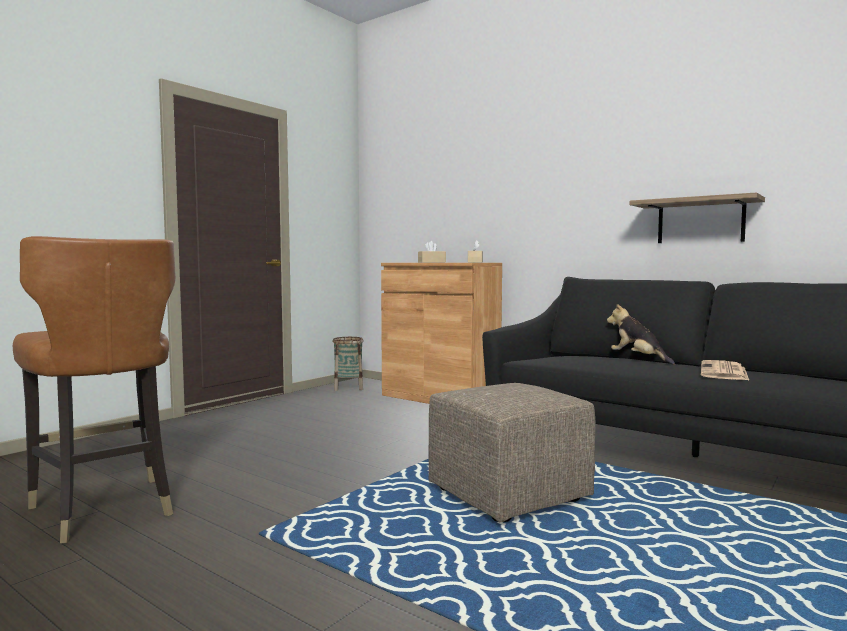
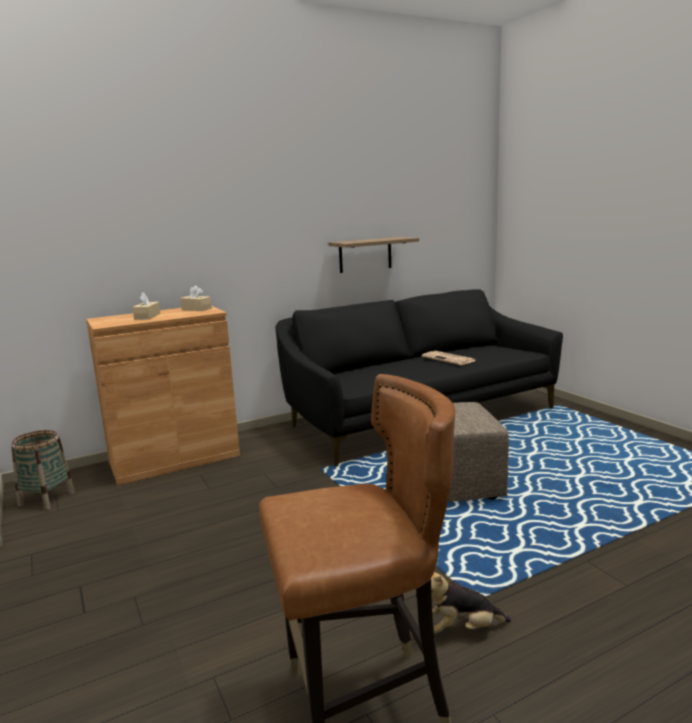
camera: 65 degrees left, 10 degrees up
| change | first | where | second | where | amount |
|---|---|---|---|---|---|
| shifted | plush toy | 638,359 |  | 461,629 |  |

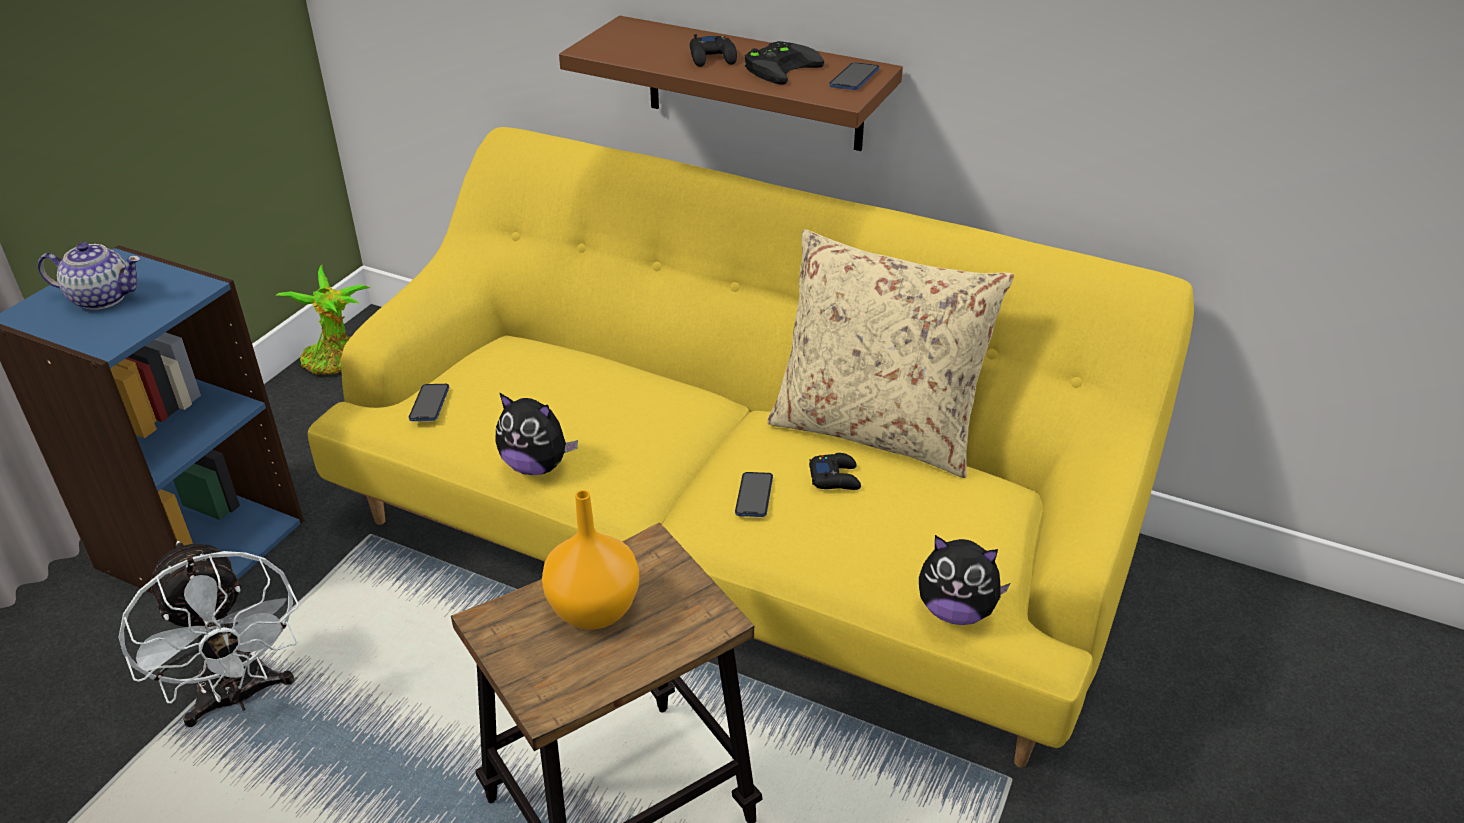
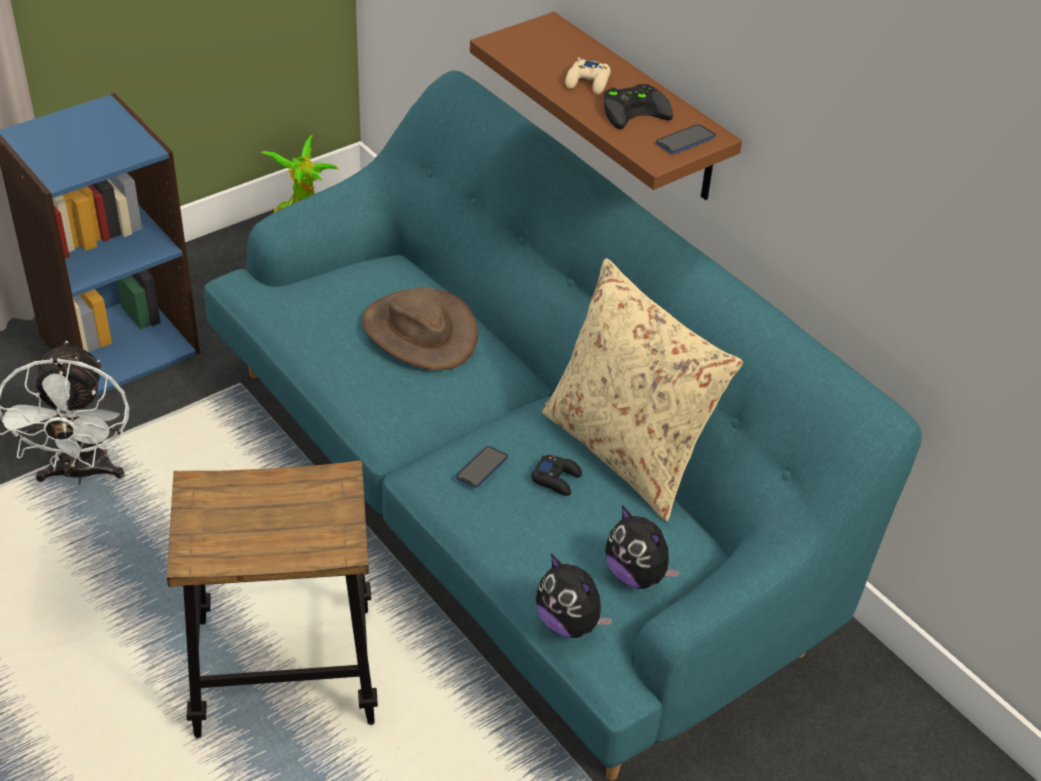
camera: 25 degrees right, 5 degrees up
| change | first | where | second | where | amount |
|---|---|---|---|---|---|
| repainted | yellow sofa | 732,539 | turquoise sofa | 514,499 |  |
| new |  |  | brown hat | 419,332 |  |
| repainted | black game controller | 713,58 | beige game controller | 588,82 |  |
| shifted | plush toy | 536,466 |  | 637,575 |  |
| gone | teapot | 102,298 |  |  |  |
| gone | phone | 429,404 |  |  |  |
| gone | orange vase | 593,611 |  |  |  |

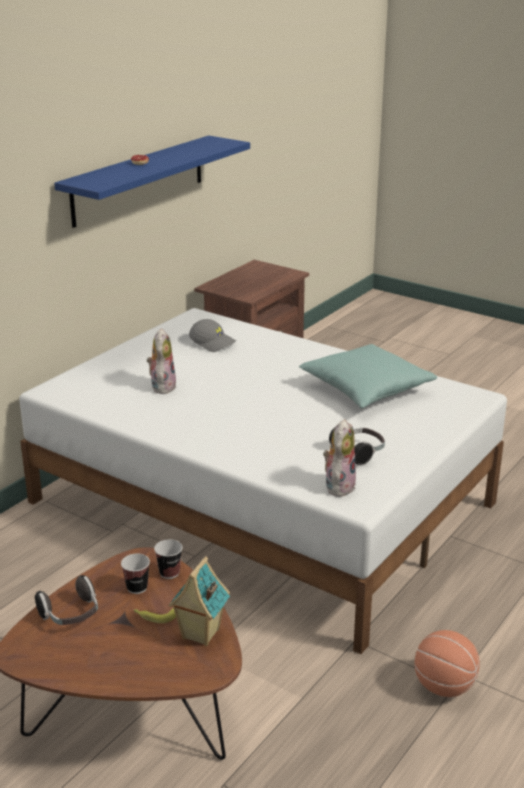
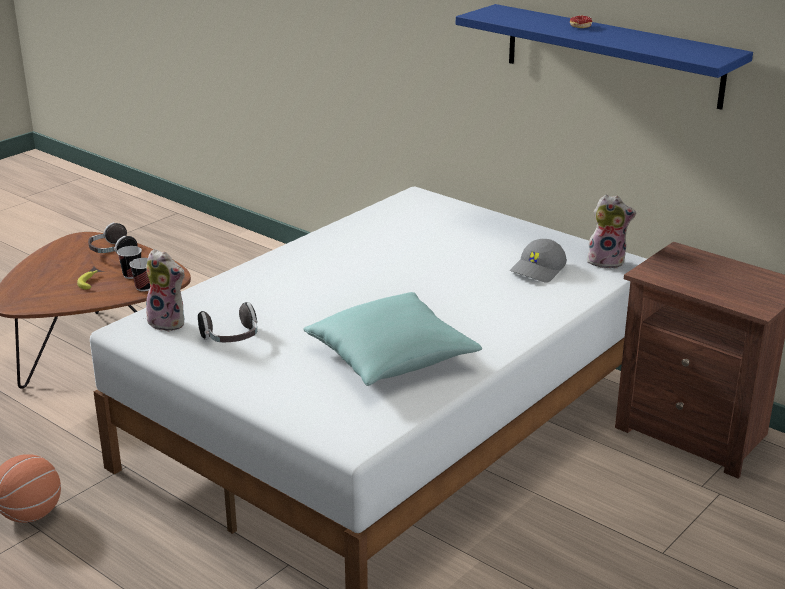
camera: 95 degrees right, 0 degrees up
| change | first | where | second | where | amount |
|---|---|---|---|---|---|
| shifted | plush toy | 162,386 |  | 607,261 |  |
| gone | toy house | 199,634 |  |  |  |

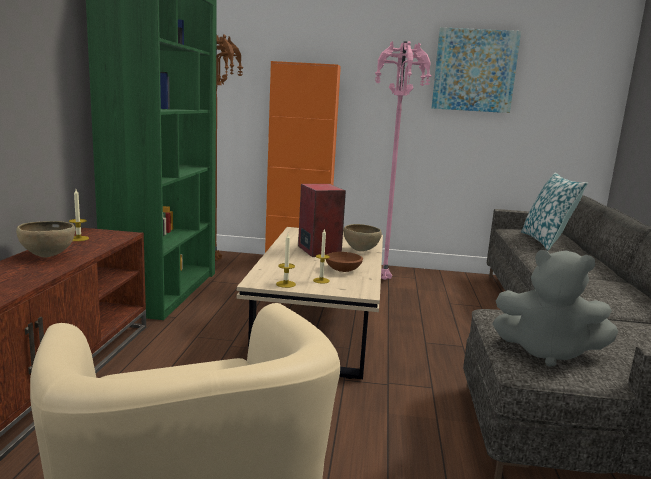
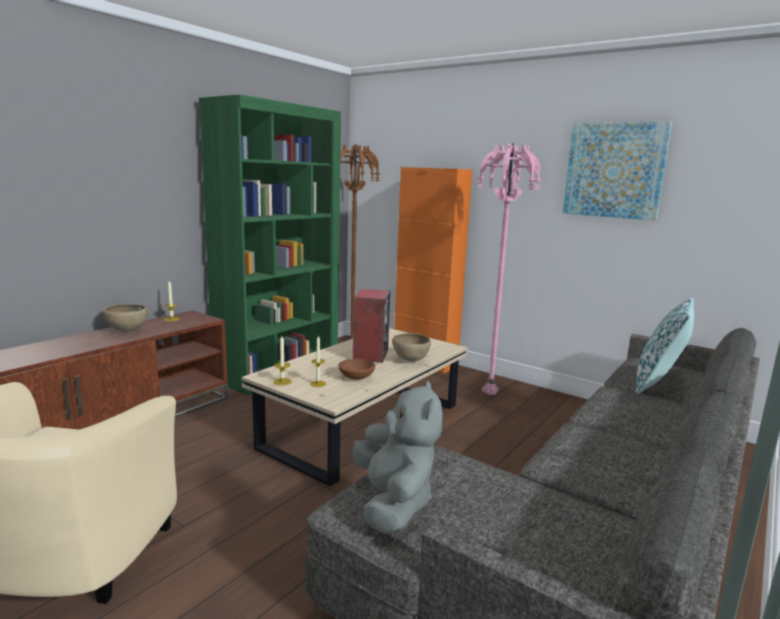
camera: 30 degrees right, 0 degrees up
| change | first | where | second | where | amount |
|---|---|---|---|---|---|
| rotated | grey plush toy | 547,352 |  | 393,503 | 150 degrees counterclockwise |

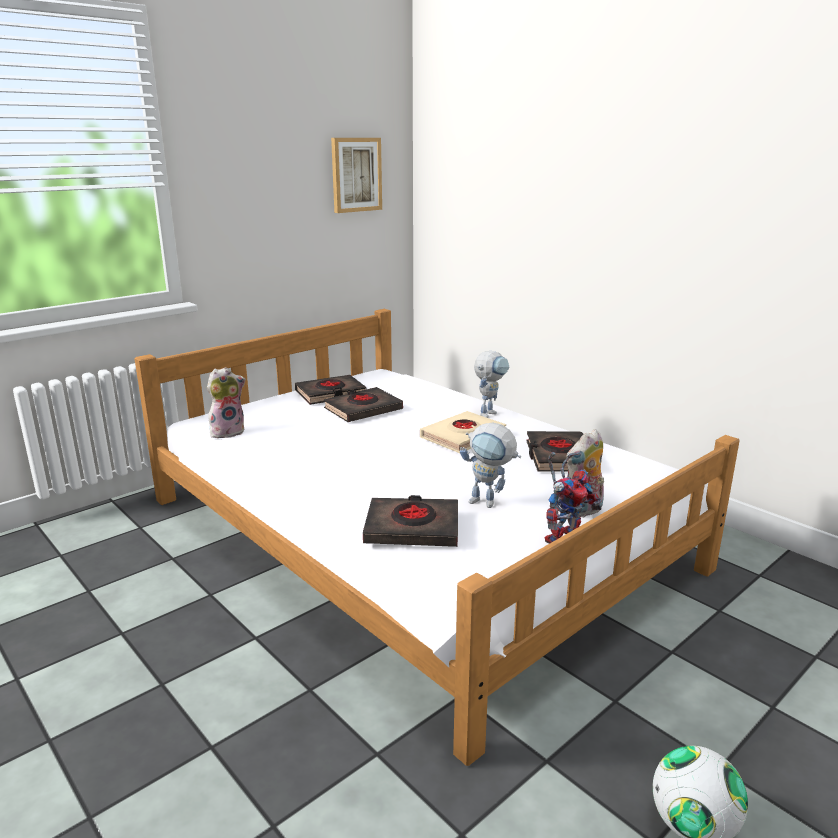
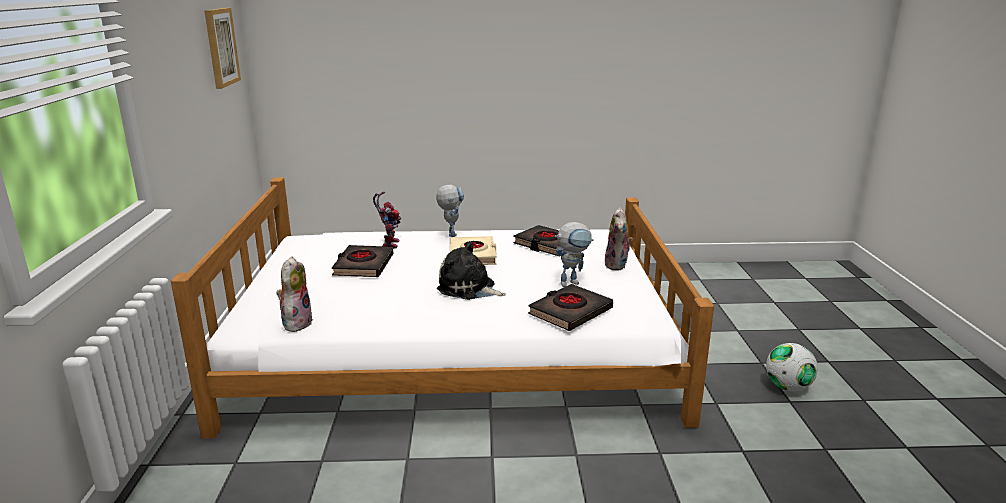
camera: 50 degrees left, 0 degrees up
| change | first | where | second | where | amount |
|---|---|---|---|---|---|
| shifted | toy robot | 564,537 |  | 389,243 |  |
| new |  |  | plush toy | 469,289 |  |
| gone | black book | 330,394 |  |  |  |

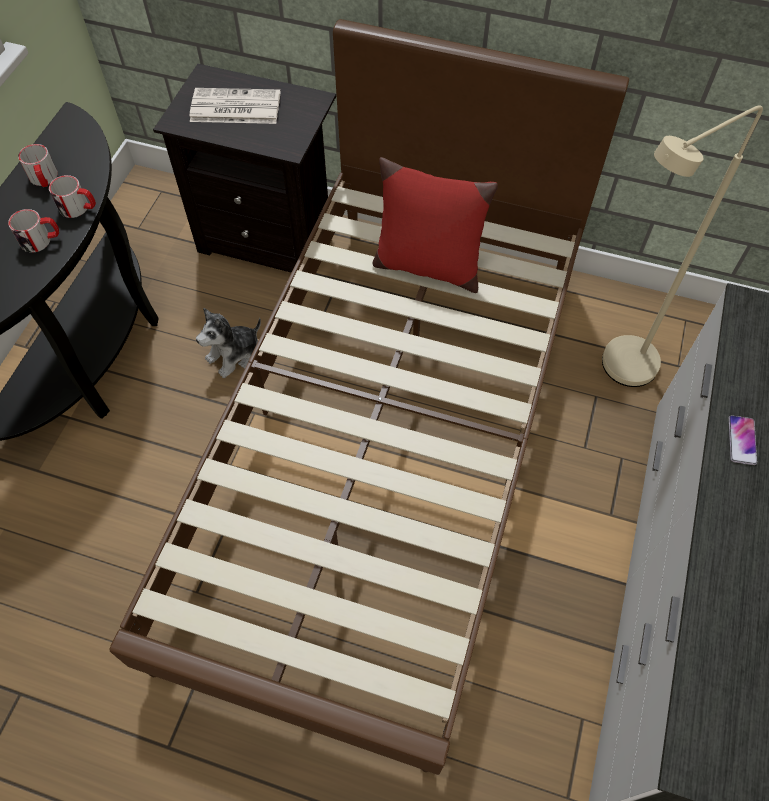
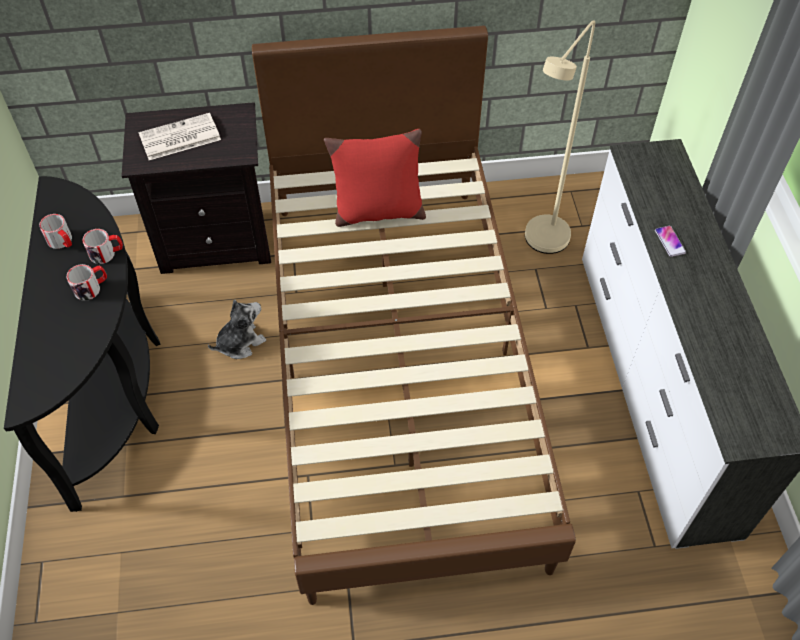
camera: 25 degrees left, 5 degrees down
| change | first | where | second | where | amount |
|---|---|---|---|---|---|
| rotated | plush toy | 234,355 |  | 240,342 | 150 degrees counterclockwise |

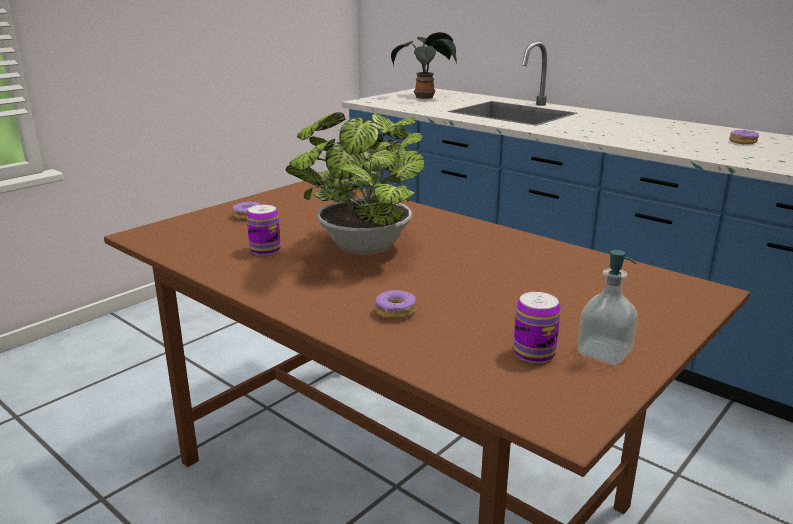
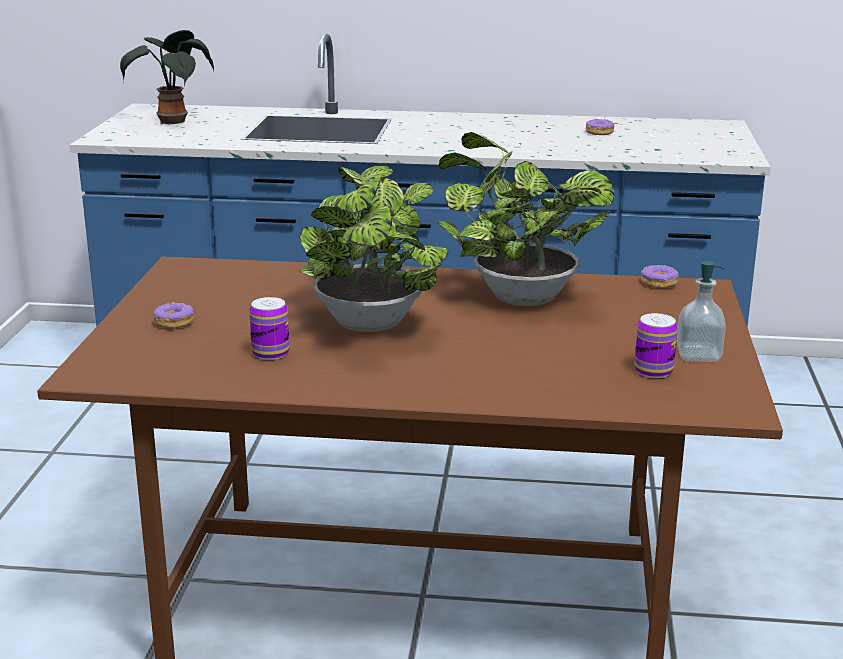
camera: 35 degrees left, 0 degrees up
| change | first | where | second | where | amount |
|---|---|---|---|---|---|
| new |  |  | potted plant | 517,296 |  |
| shifted | donut | 395,312 |  | 659,283 |  |

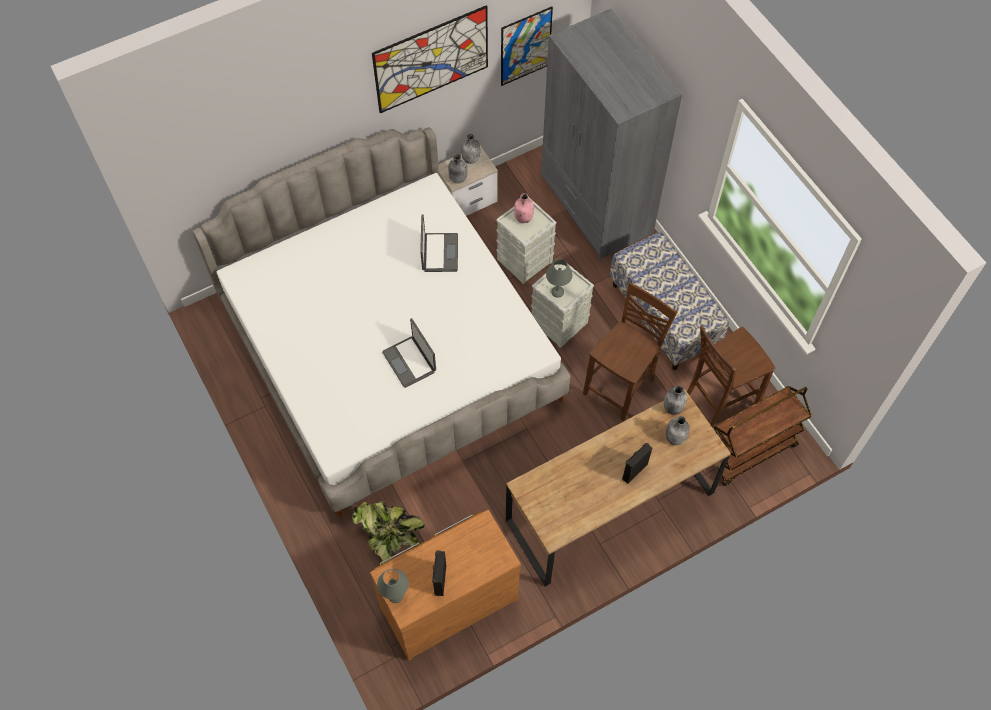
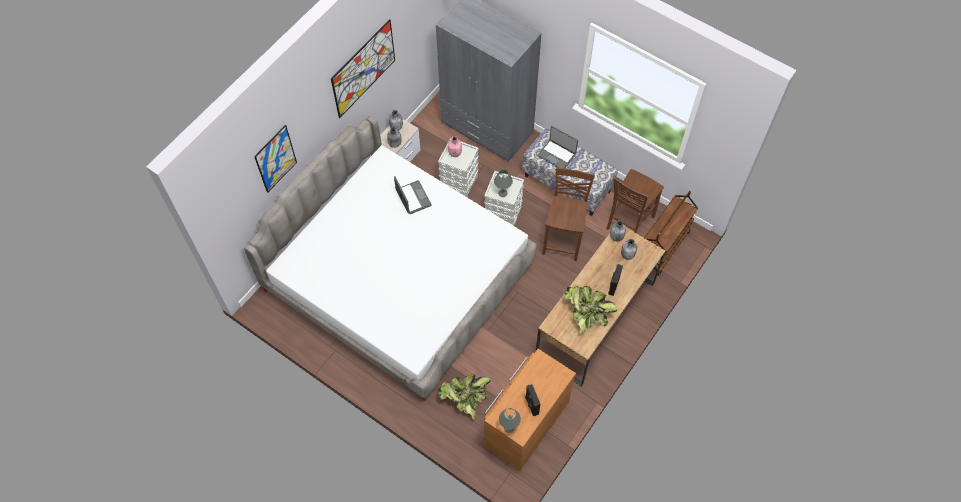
camera: 25 degrees left, 0 degrees up
| change | first | where | second | where | amount |
|---|---|---|---|---|---|
| shifted | picture | 525,46 |  | 275,159 |  |
| shifted | laptop | 410,361 |  | 557,154 |  |
| new |  |  | potted plant | 586,315 |  |

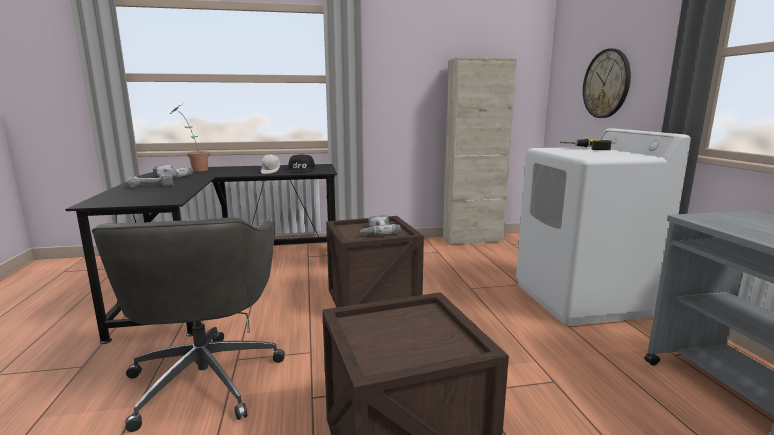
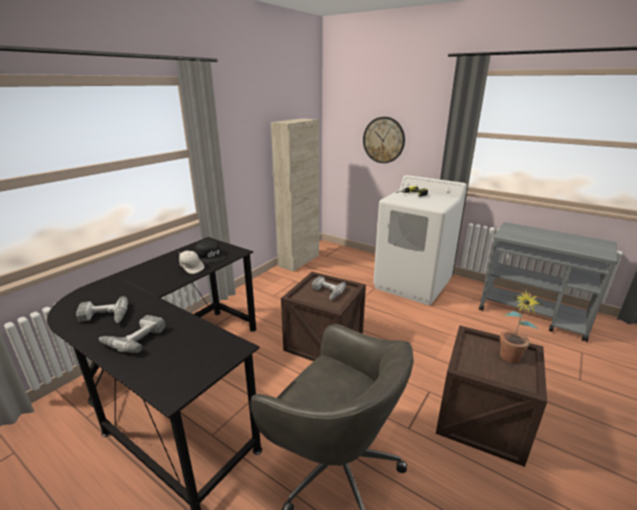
camera: 45 degrees left, 10 degrees up
| change | first | where | second | where | amount |
|---|---|---|---|---|---|
| shifted | potted plant | 194,170 |  | 509,360 |  |

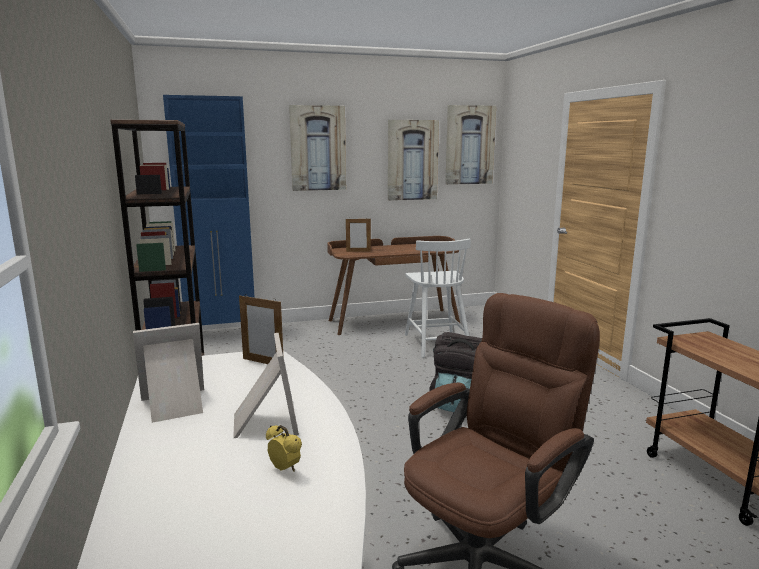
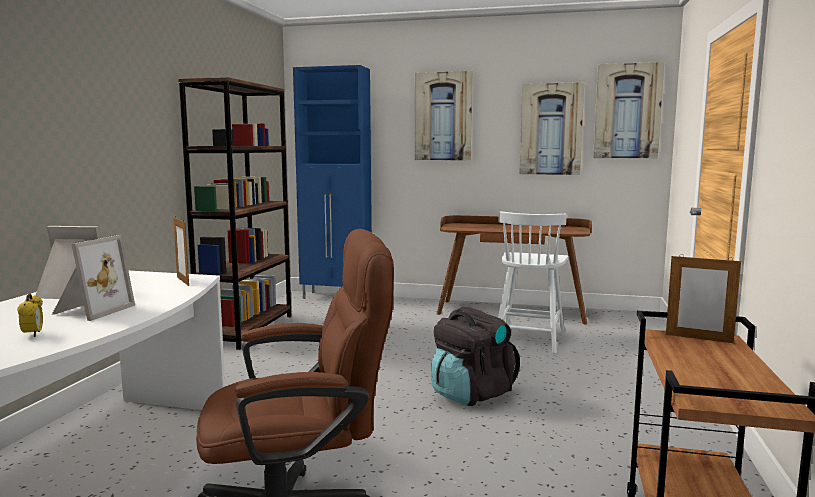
camera: 30 degrees right, 5 degrees down
| change | first | where | second | where | amount |
|---|---|---|---|---|---|
| shifted | picture frame | 358,251 |  | 698,338 |  |

